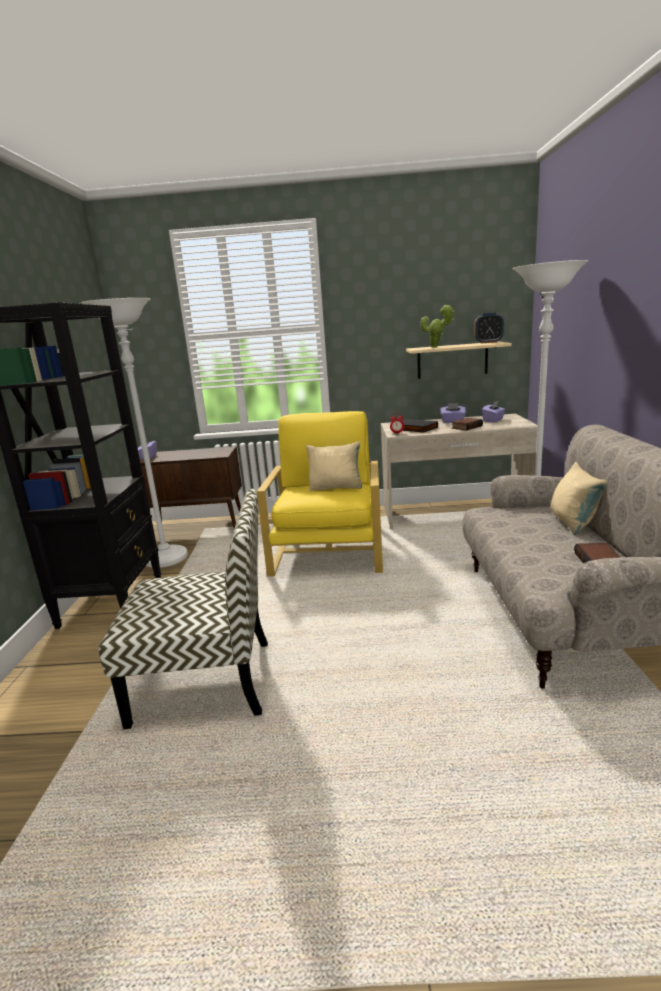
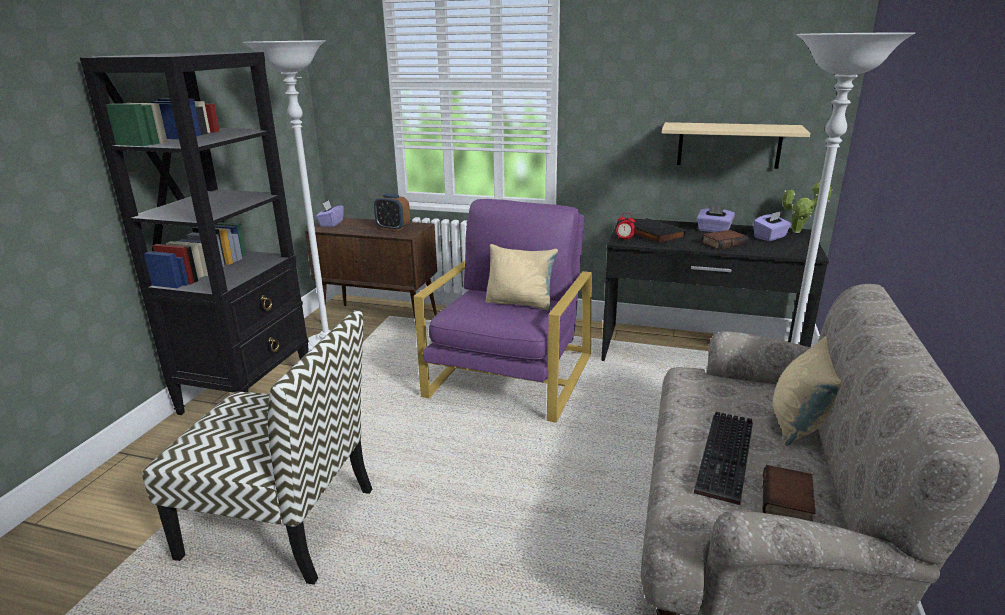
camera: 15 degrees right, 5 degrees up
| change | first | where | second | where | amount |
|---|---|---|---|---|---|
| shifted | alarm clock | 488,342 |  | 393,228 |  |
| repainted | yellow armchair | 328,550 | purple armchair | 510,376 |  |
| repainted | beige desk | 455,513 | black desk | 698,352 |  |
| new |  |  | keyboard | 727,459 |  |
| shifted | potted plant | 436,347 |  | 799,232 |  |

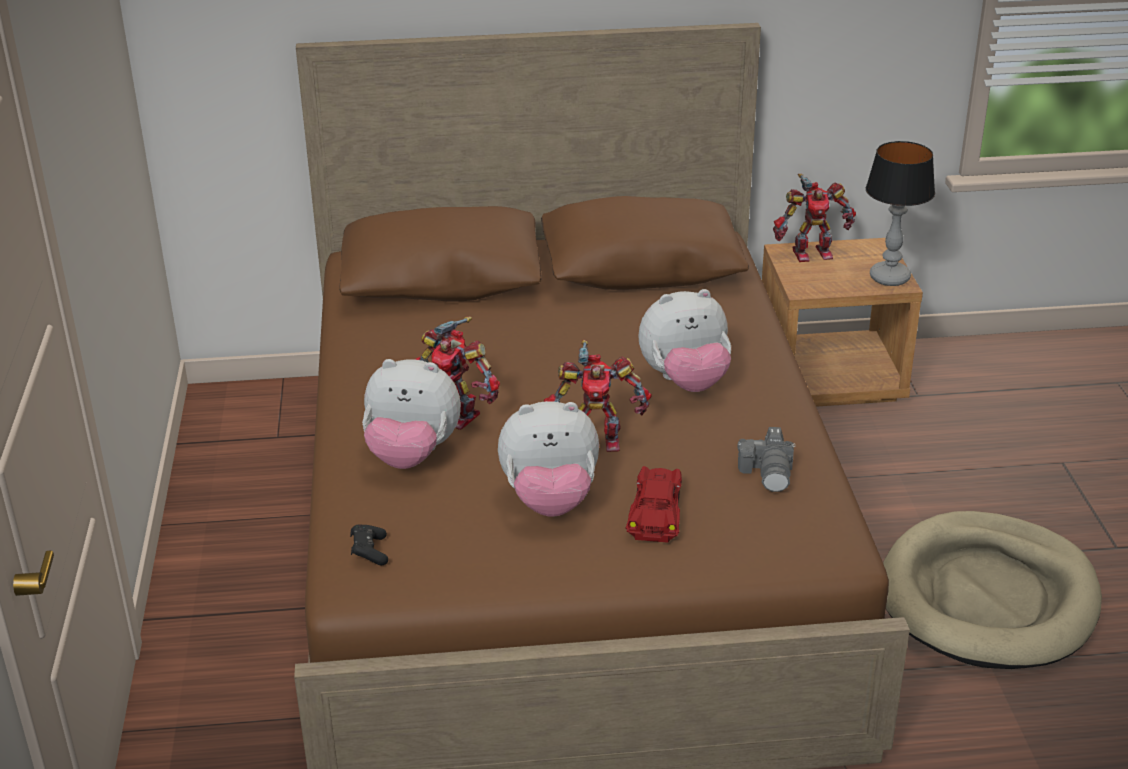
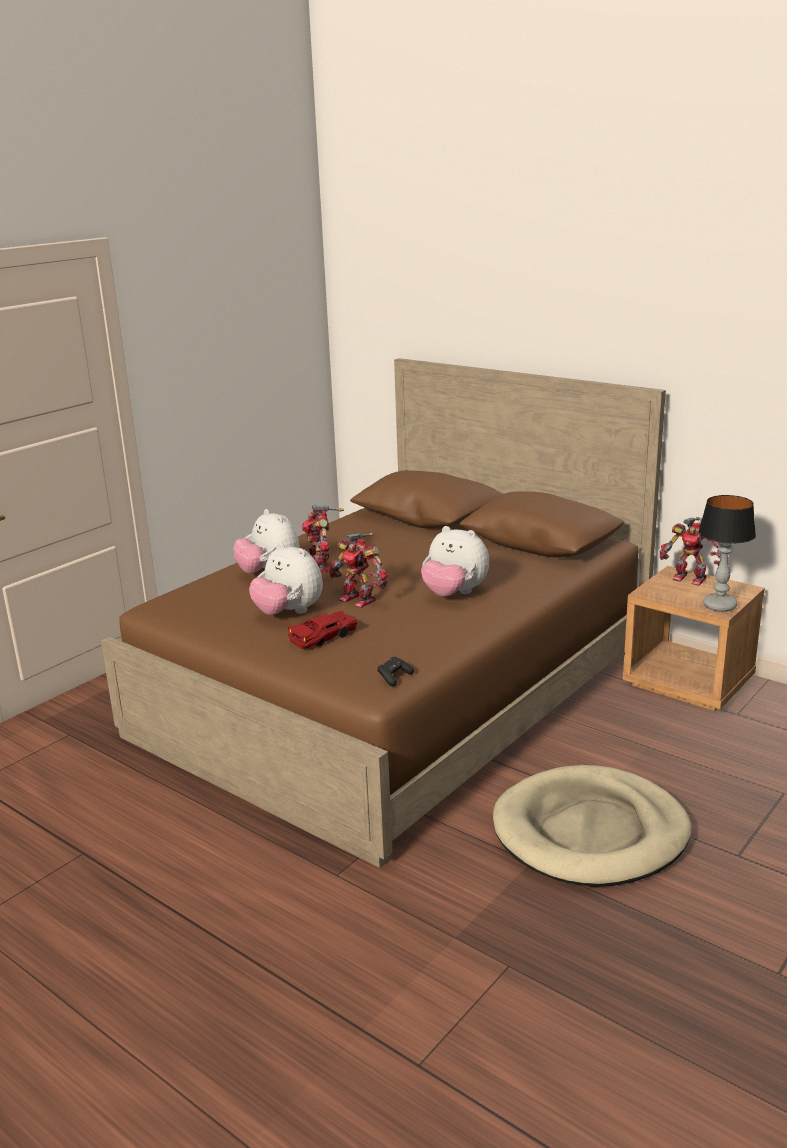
camera: 45 degrees right, 10 degrees down
| change | first | where | second | where | amount |
|---|---|---|---|---|---|
| shifted | black game controller | 369,552 |  | 394,677 |  |
| gone | photo camera | 768,473 |  |  |  |

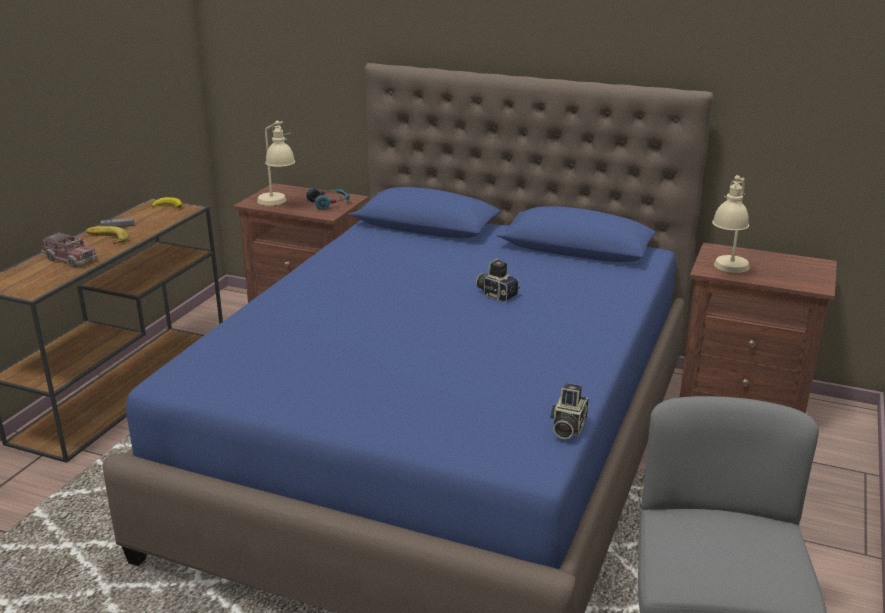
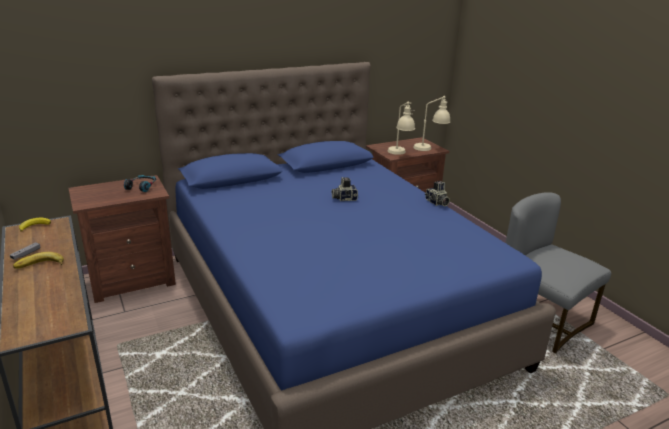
camera: 50 degrees left, 0 degrees up
| change | first | where | second | where | amount |
|---|---|---|---|---|---|
| shifted | beige table lamp | 278,204 |  | 430,148 |  |
| shifted | photo camera | 567,427 |  | 436,203 |  |
| gone | toy truck | 70,259 |  |  |  |

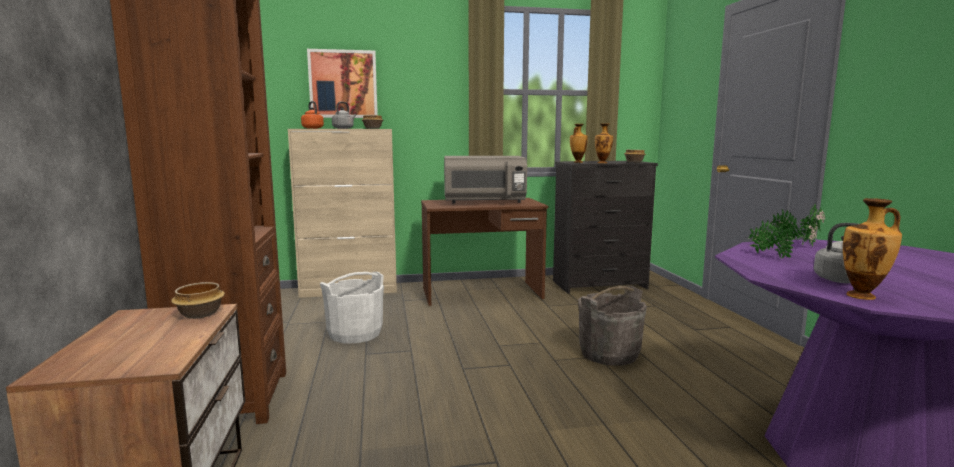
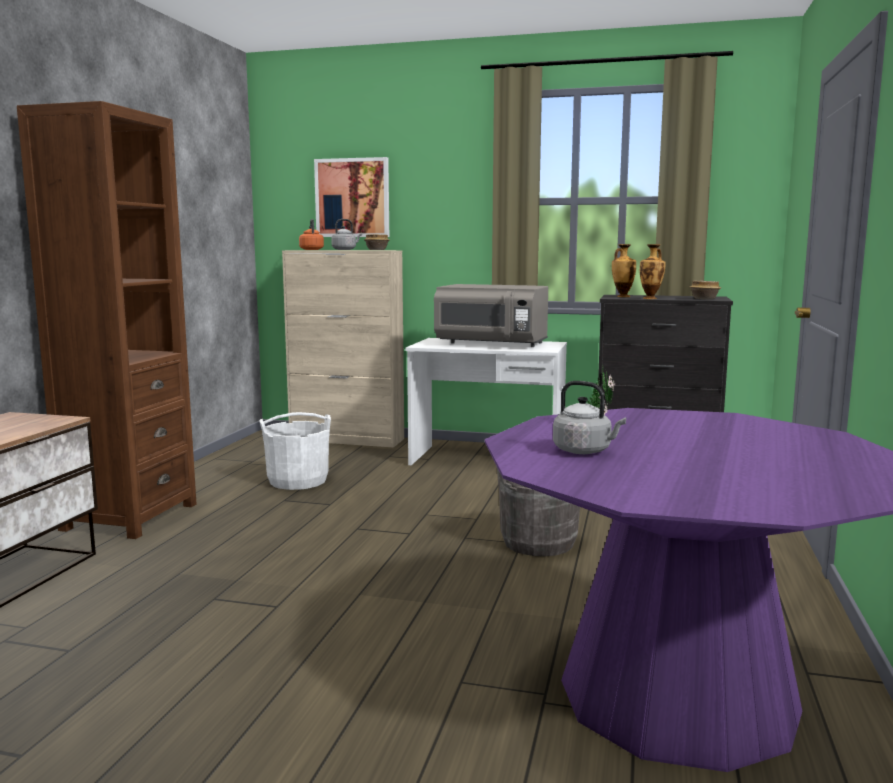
camera: 25 degrees right, 0 degrees up
| change | first | where | second | where | amount |
|---|---|---|---|---|---|
| repainted | brown desk | 482,293 | white desk | 487,460 |  |
| gone | bowl | 201,314 |  |  |  |
| gone | potted plant | 809,246 |  |  |  |
| gone | vase | 863,296 |  |  |  |

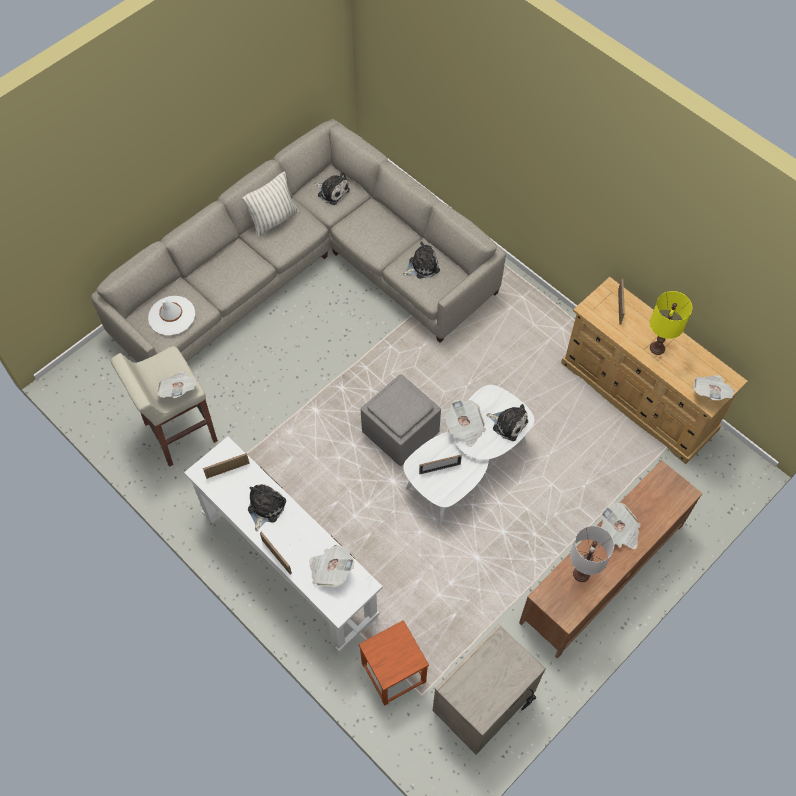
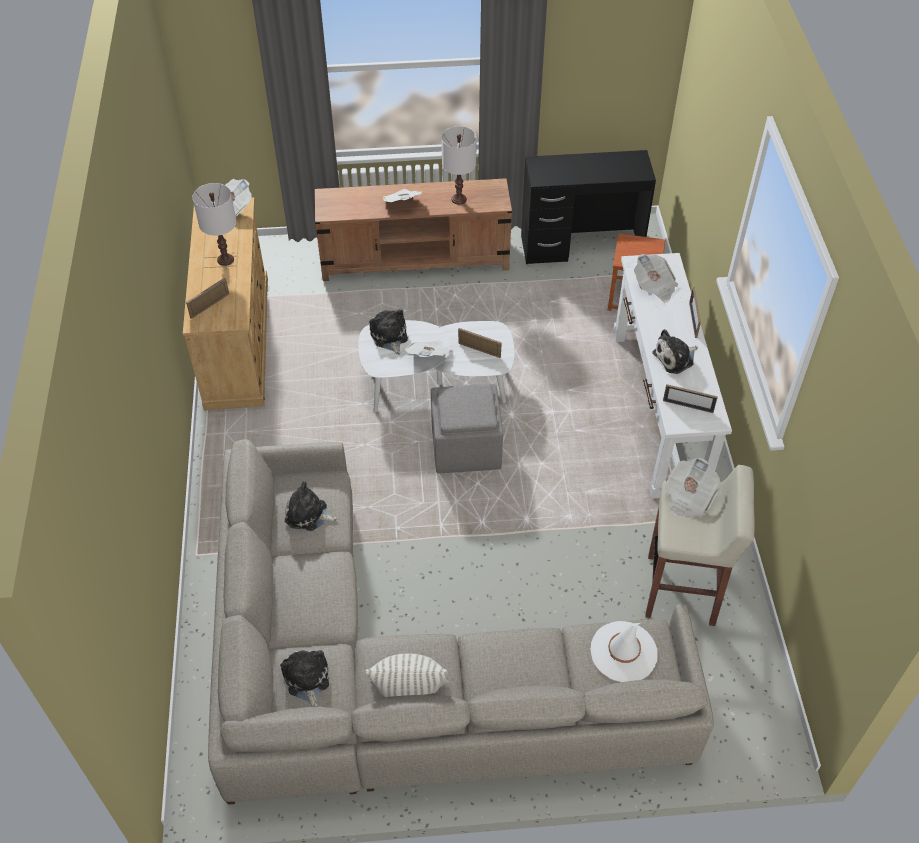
camera: 140 degrees left, 10 degrees down
| change | first | where | second | where | amount |
|---|---|---|---|---|---|
| repainted | yellow table lamp | 657,348 | white table lamp | 225,260 |  |
| swapped | beige nightstand | 484,704 | black desk | 581,246 |  |

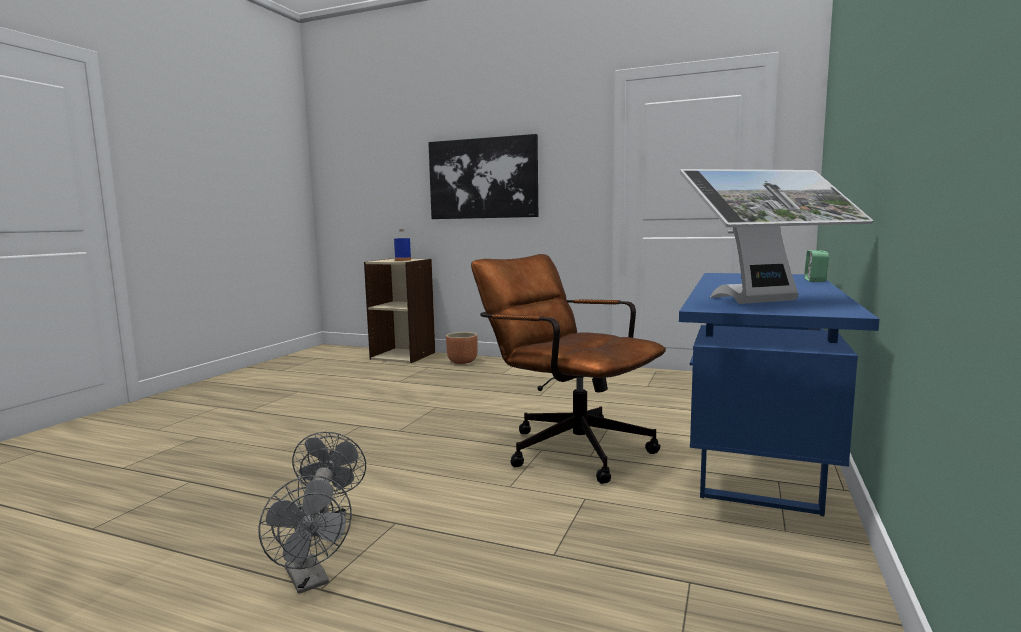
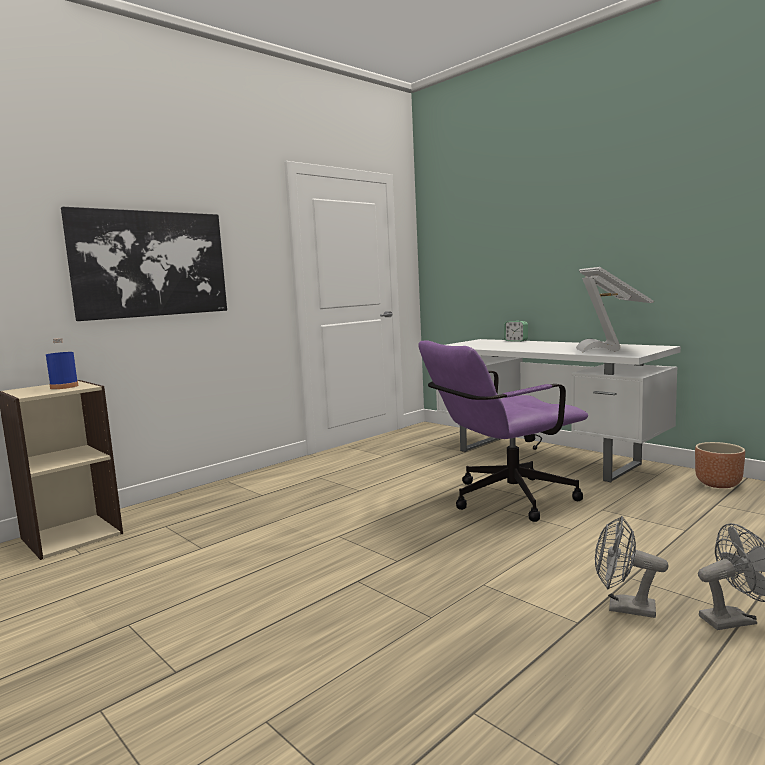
camera: 65 degrees left, 0 degrees up
| change | first | where | second | where | amount |
|---|---|---|---|---|---|
| repainted | brown office chair | 567,447 | purple office chair | 502,500 |  |
| repainted | blue desk | 758,451 | white desk | 546,457 |  |
| shifted | brown planter | 462,361 |  | 717,484 |  |

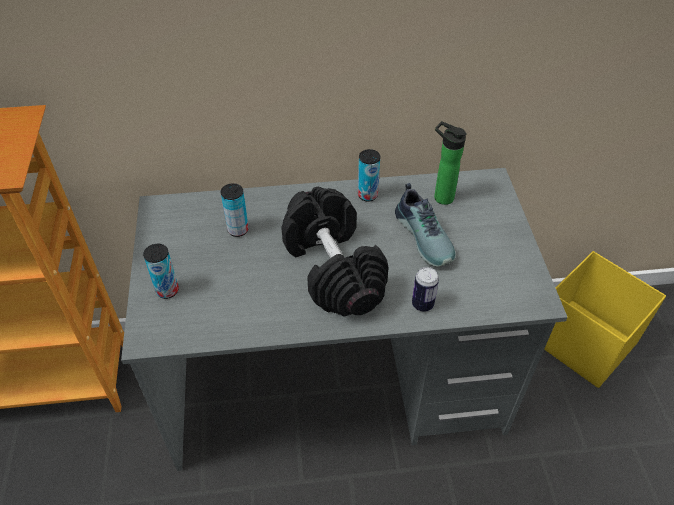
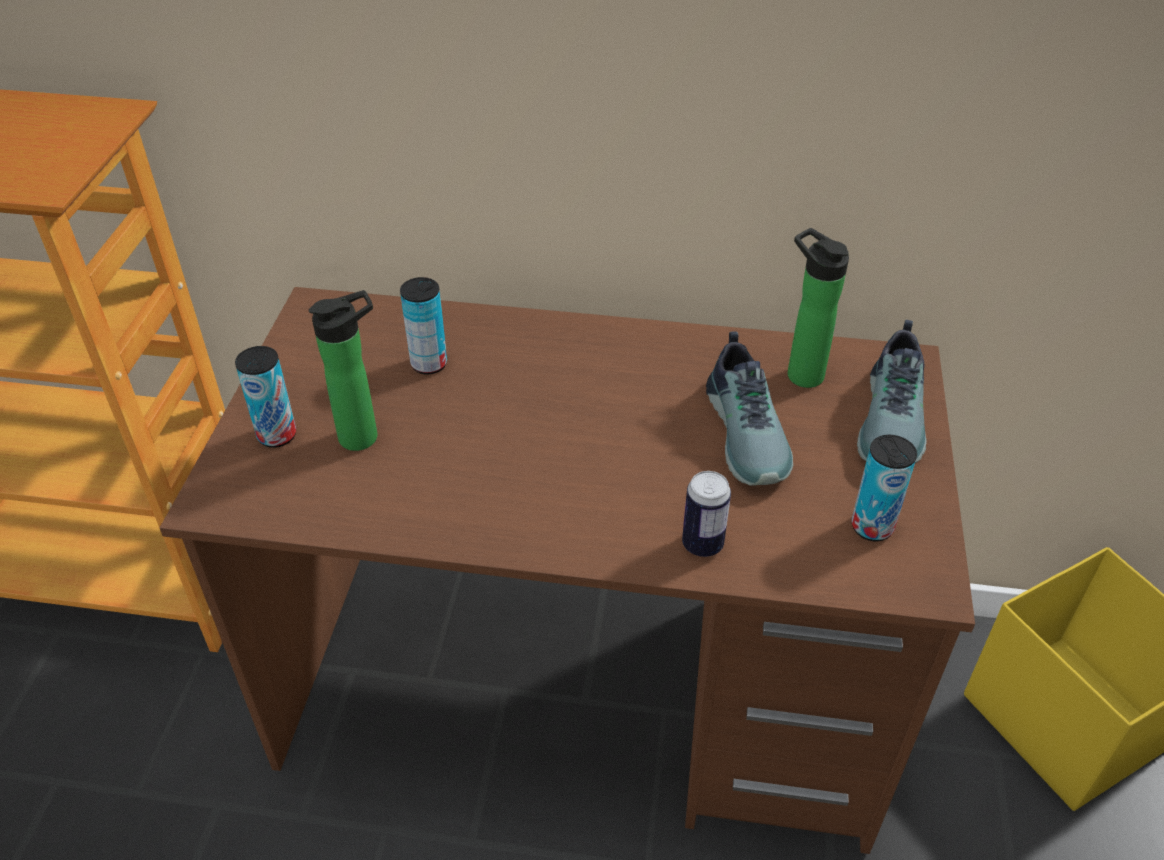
camera: 15 degrees right, 5 degrees down
| change | first | where | second | where | amount |
|---|---|---|---|---|---|
| repainted | grey desk | 337,386 | brown desk | 583,693 |  |
| new |  |  | bottle | 364,435 |  |
| shifted | can | 367,195 |  | 872,527 |  |
| new |  |  | shoe | 894,420 |  |
| gone | black dumbbell | 332,268 |  |  |  |

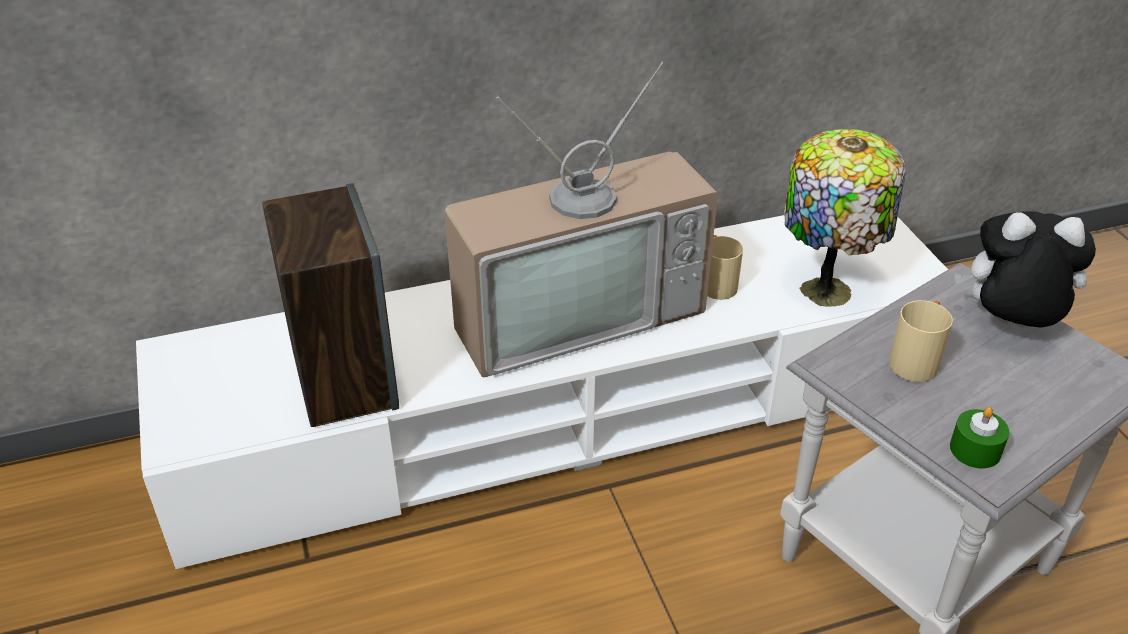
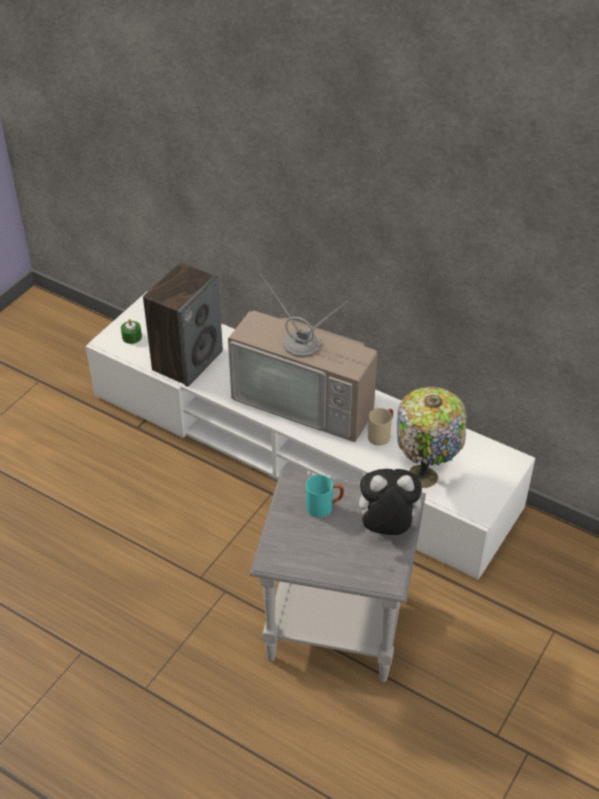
camera: 50 degrees right, 5 degrees up
| change | first | where | second | where | amount |
|---|---|---|---|---|---|
| shifted | green candle | 975,450 |  | 132,337 |  |
| repainted | beige mug | 916,360 | turquoise mug | 324,507 |  |
| rotated | plush toy | 1008,326 |  | 386,528 | 60 degrees counterclockwise |

